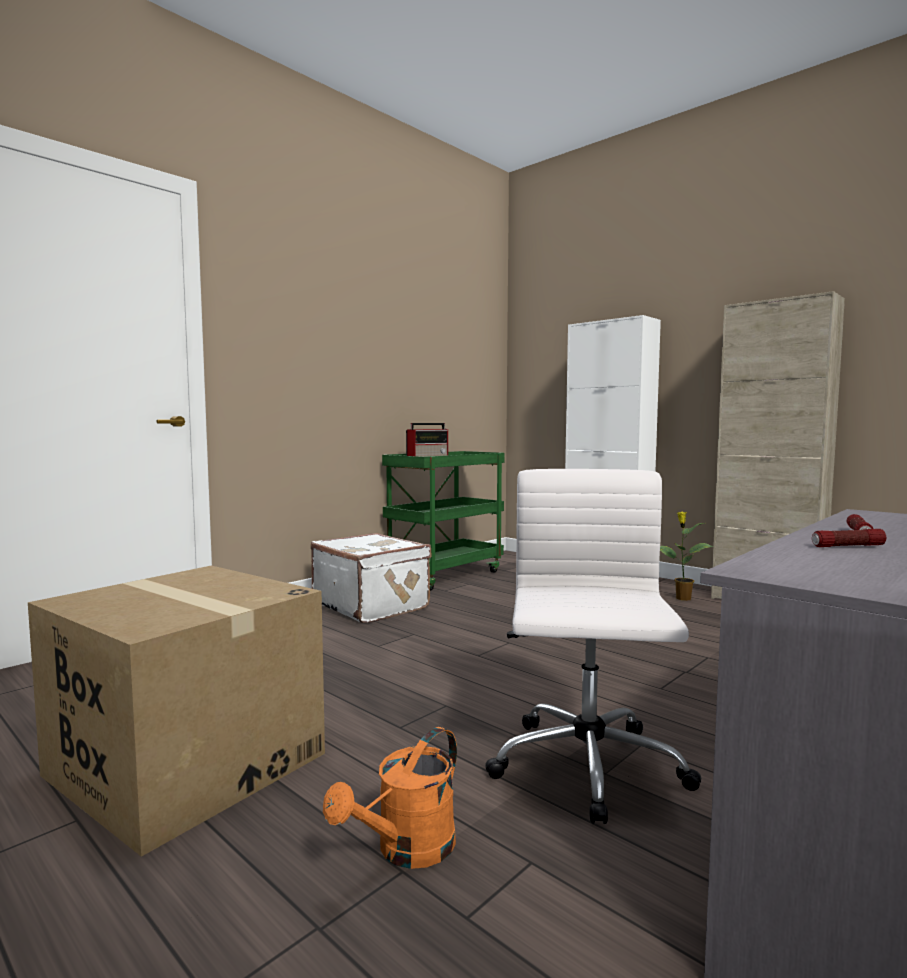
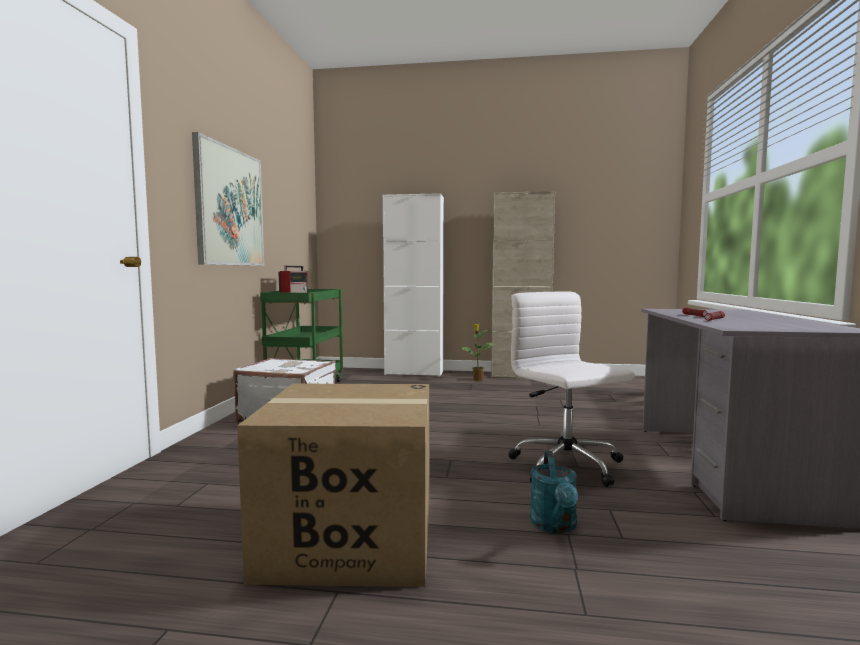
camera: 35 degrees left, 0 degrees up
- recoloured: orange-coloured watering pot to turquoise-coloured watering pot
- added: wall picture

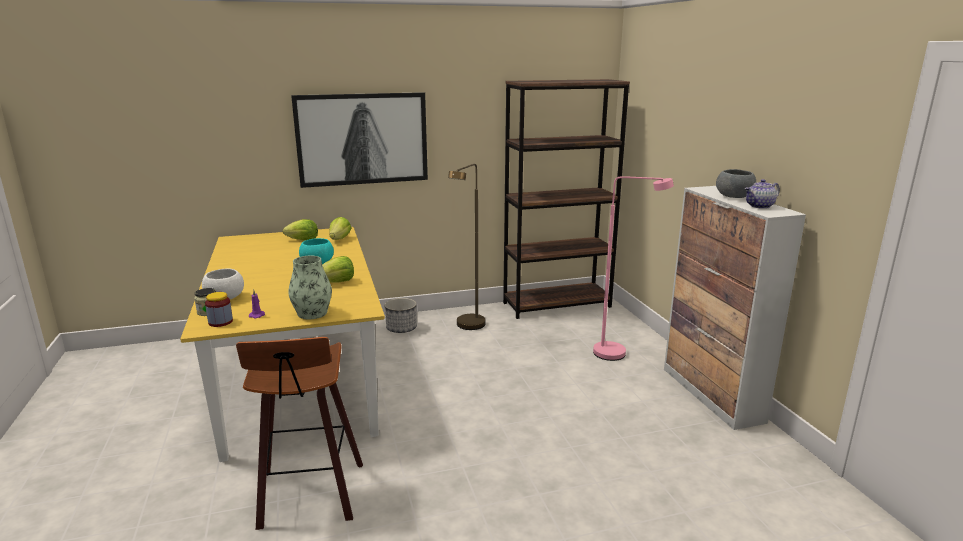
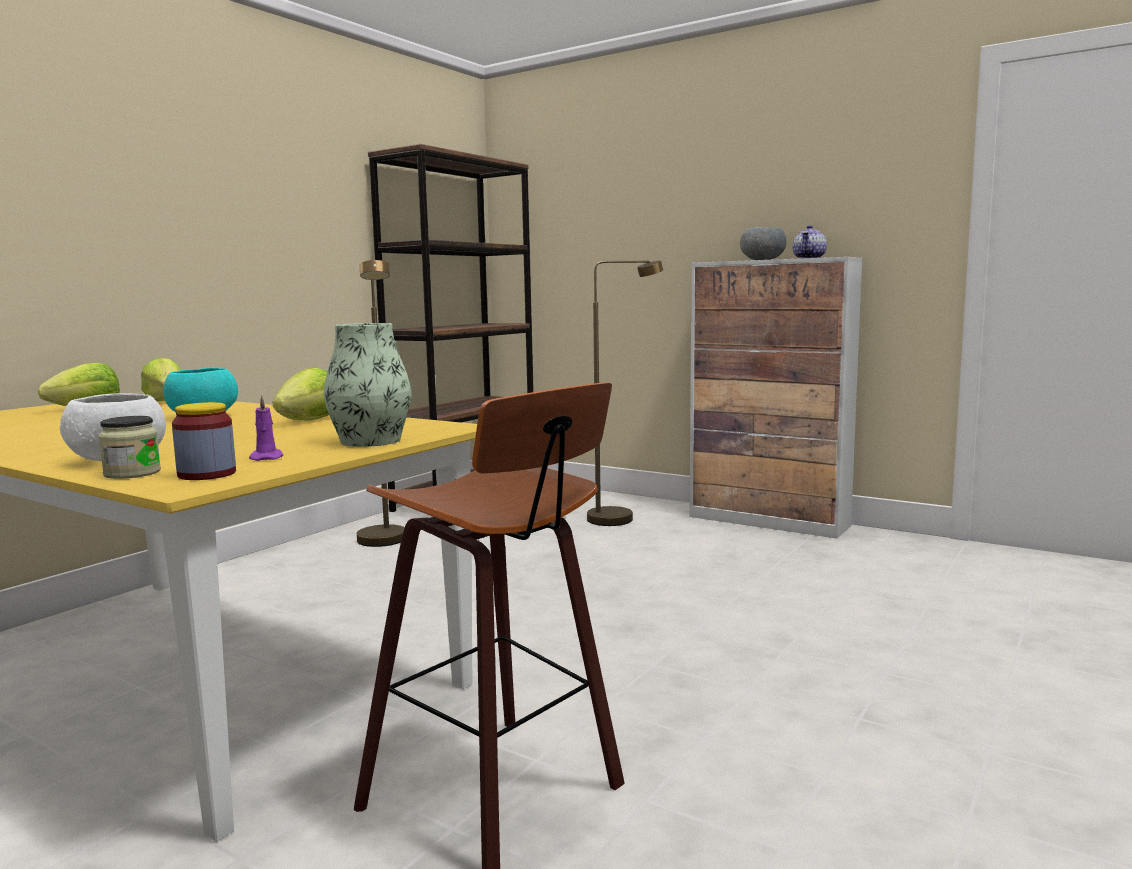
camera: 40 degrees left, 10 degrees down
- removed: wall picture
- removed: plant pot
- recoloured: pink standing lamp to brown standing lamp (2nd from left)

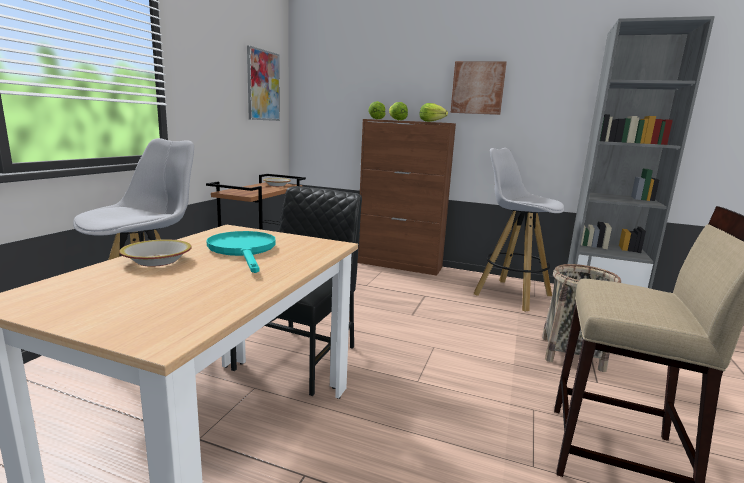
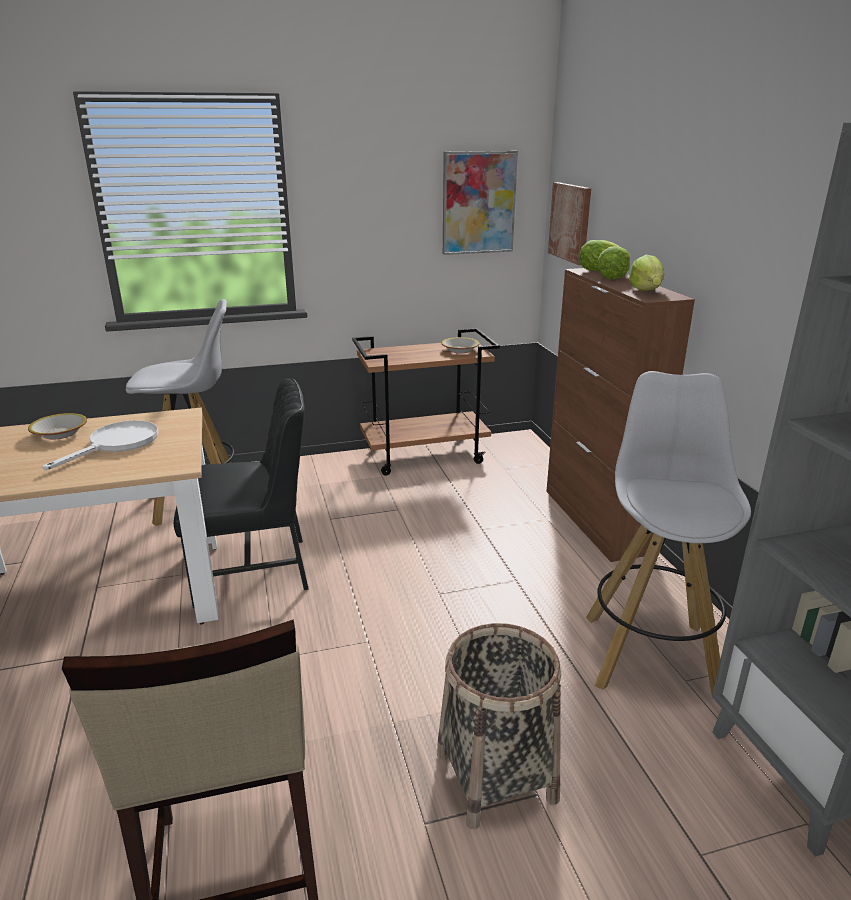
camera: 55 degrees right, 10 degrees up
- recoloured: turquoise-coloured frying pan to whitish frying pan
- moved: wall picture (2nd from left)

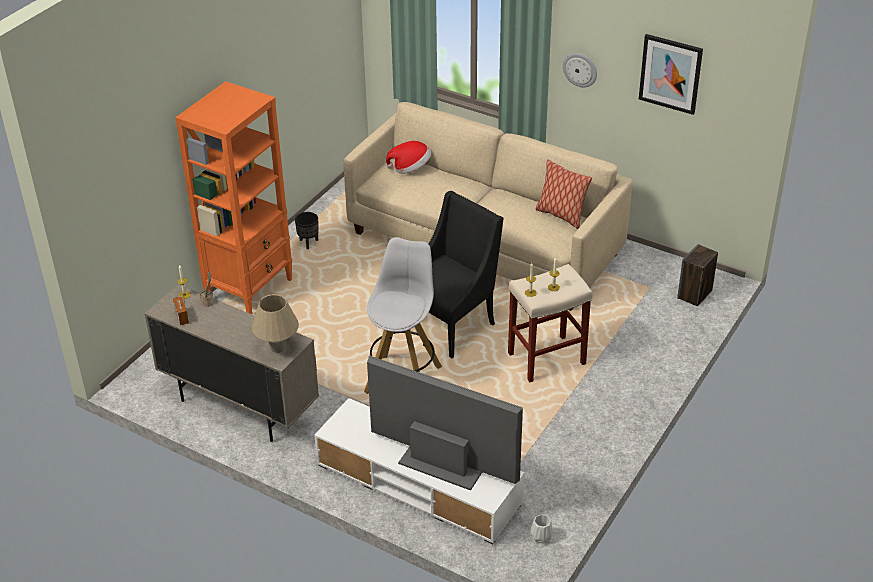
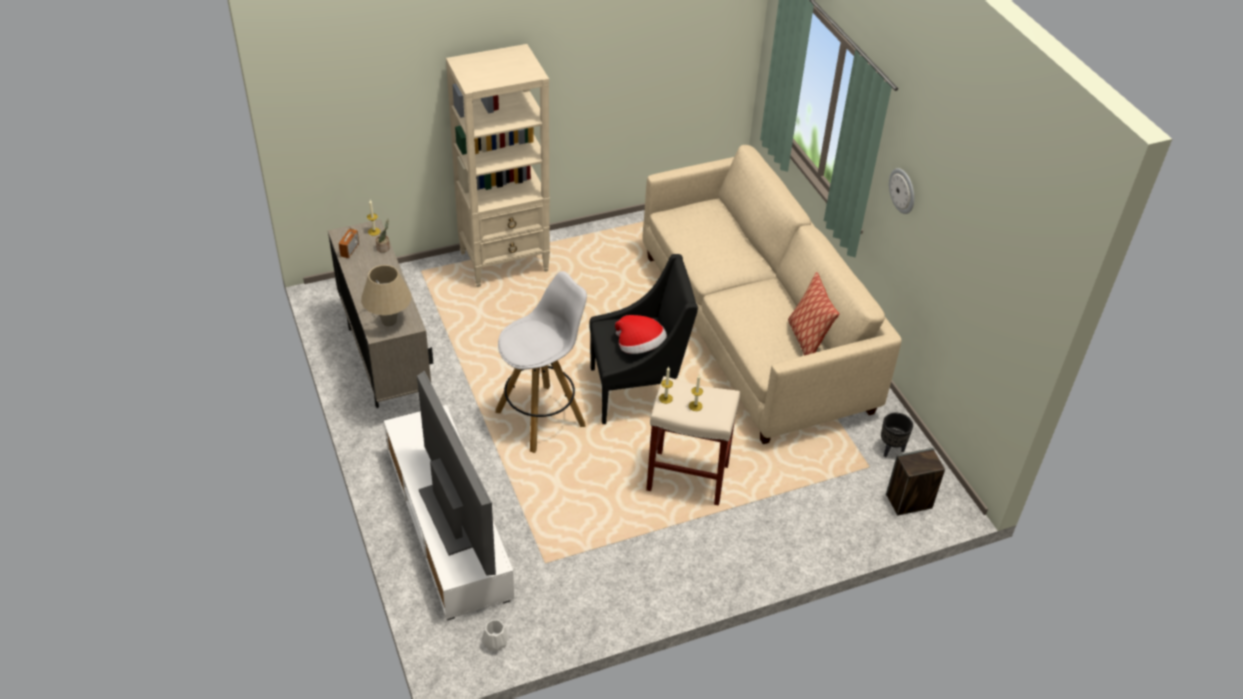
camera: 35 degrees right, 5 degrees up
- recoloured: orange-coloured shelving unit to sand-coloured shelving unit
- moved: blackish plant pot
- moved: wearable hat
- removed: wall picture

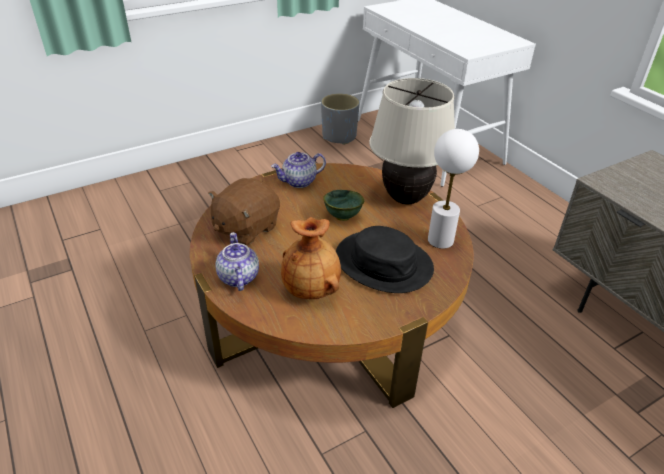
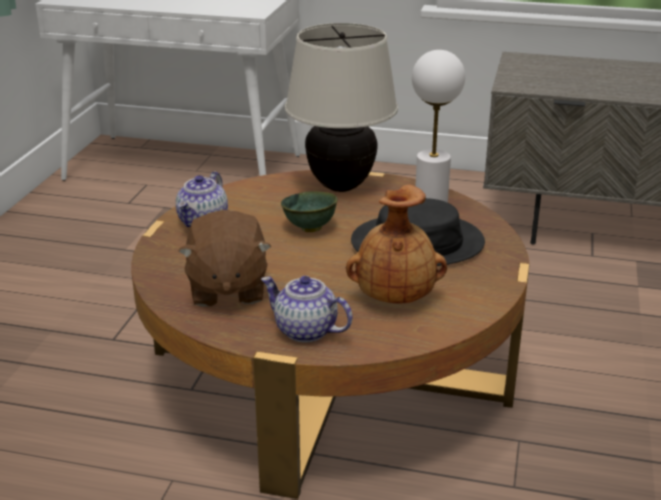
camera: 45 degrees left, 10 degrees down
- removed: gray plant pot

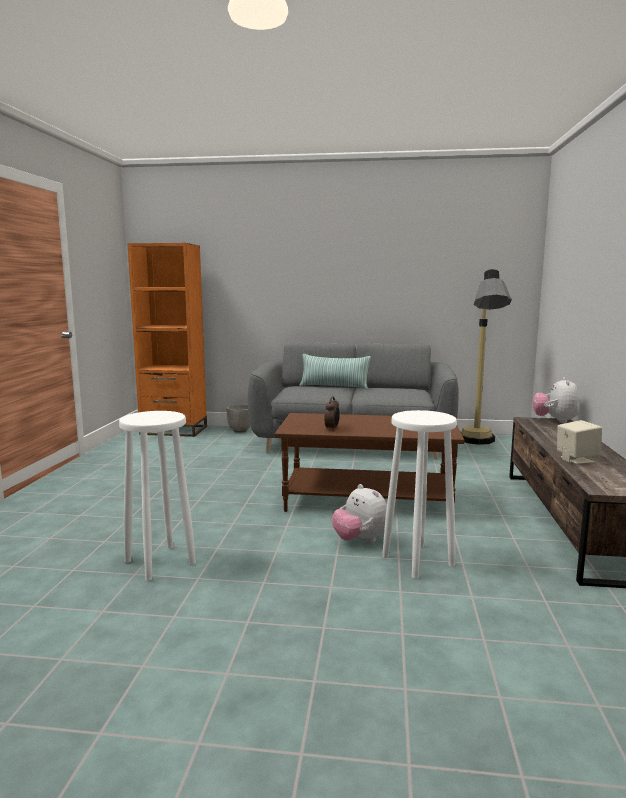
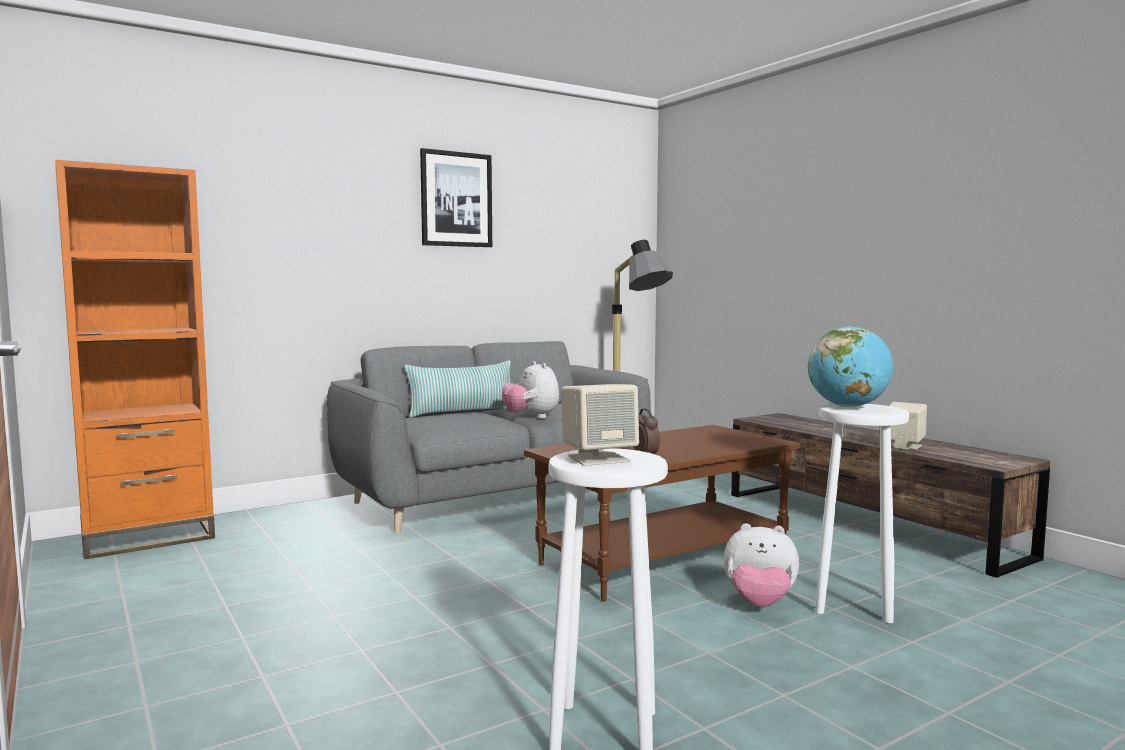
camera: 40 degrees left, 5 degrees down
- removed: plant pot
- moved: soft toy (2nd from left in the first image) to soft toy (1st from left)
- added: wall picture
- added: sand-coloured audio speaker (1st from left)
- added: globe

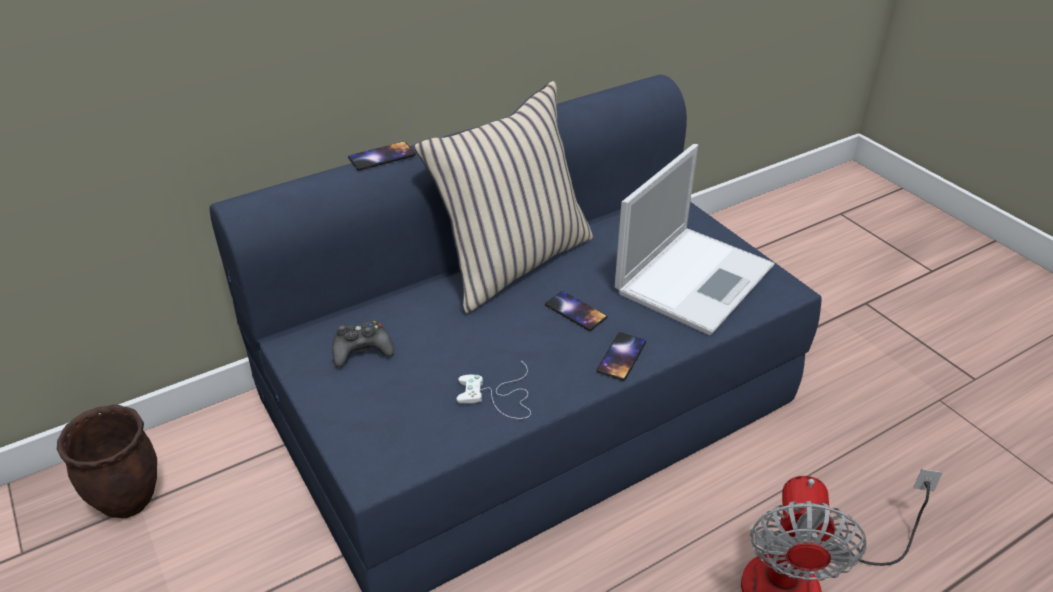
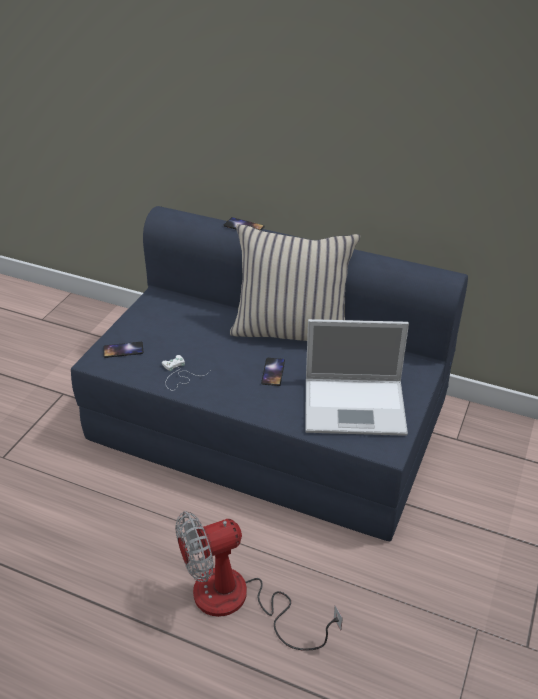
camera: 55 degrees right, 0 degrees up
- removed: brown plant pot
- removed: blackish joypad
- moved: phone (3rd from left in the first image) to phone (1st from left)

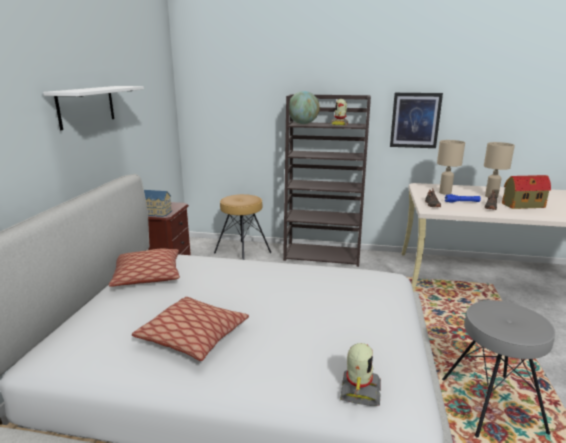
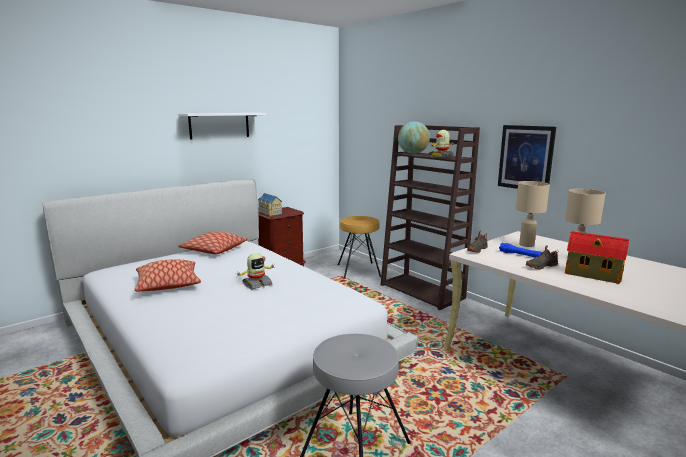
camera: 40 degrees right, 5 degrees down
- moved: toy robot (2nd from left in the first image) to toy robot (1st from left)

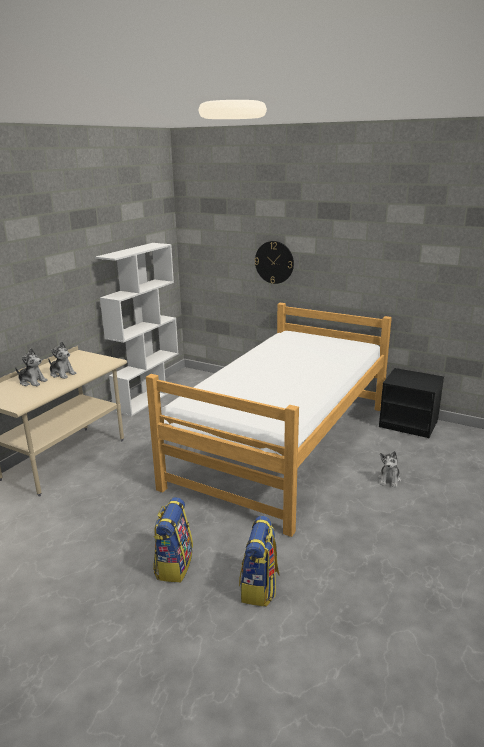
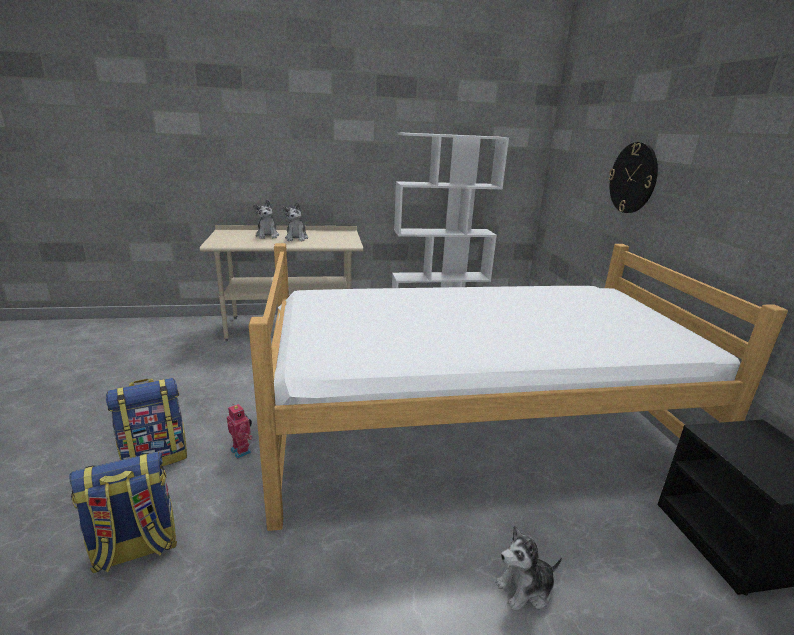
camera: 50 degrees right, 0 degrees up
- added: toy robot

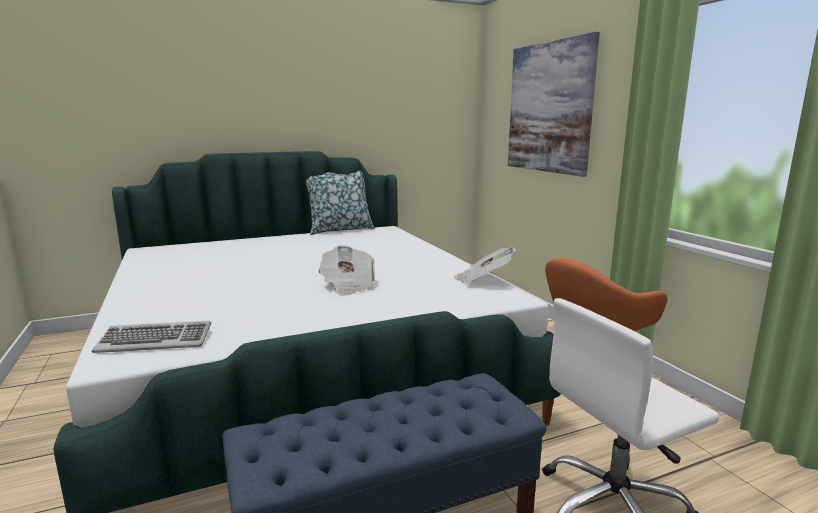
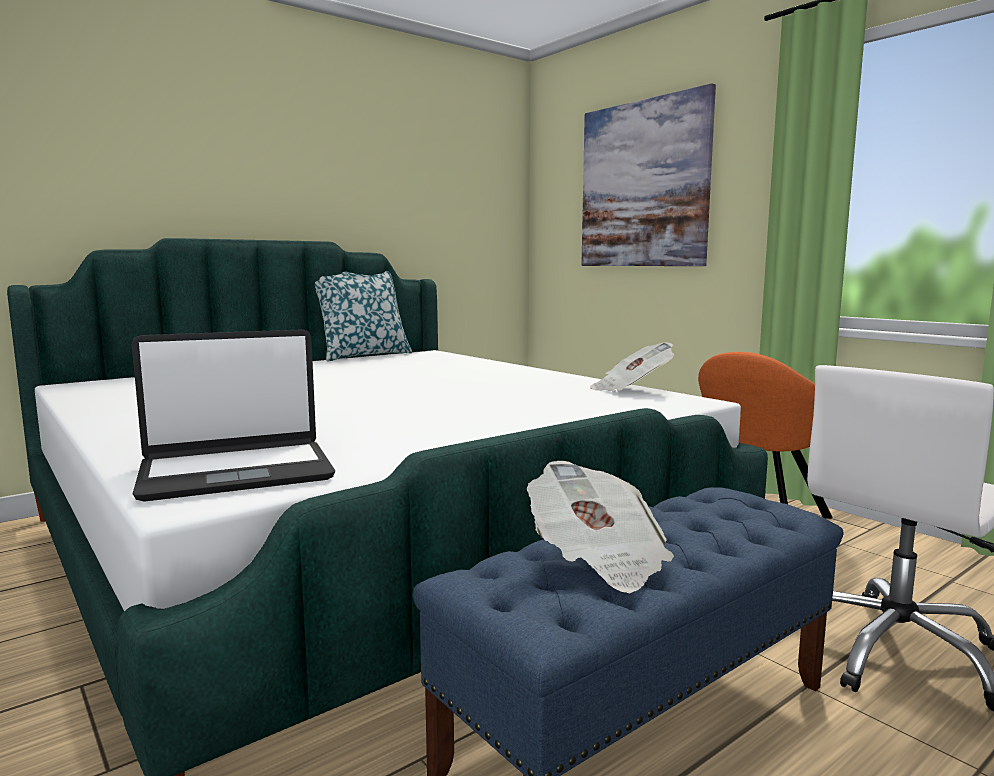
camera: 15 degrees left, 5 degrees down
- replaced: PC keyboard to notebook computer
- moved: daily paper (1st from left)

